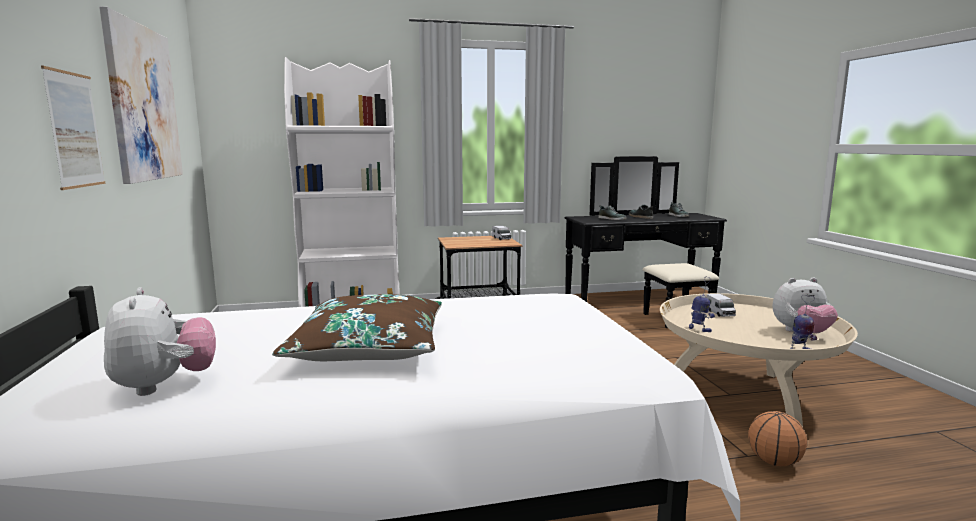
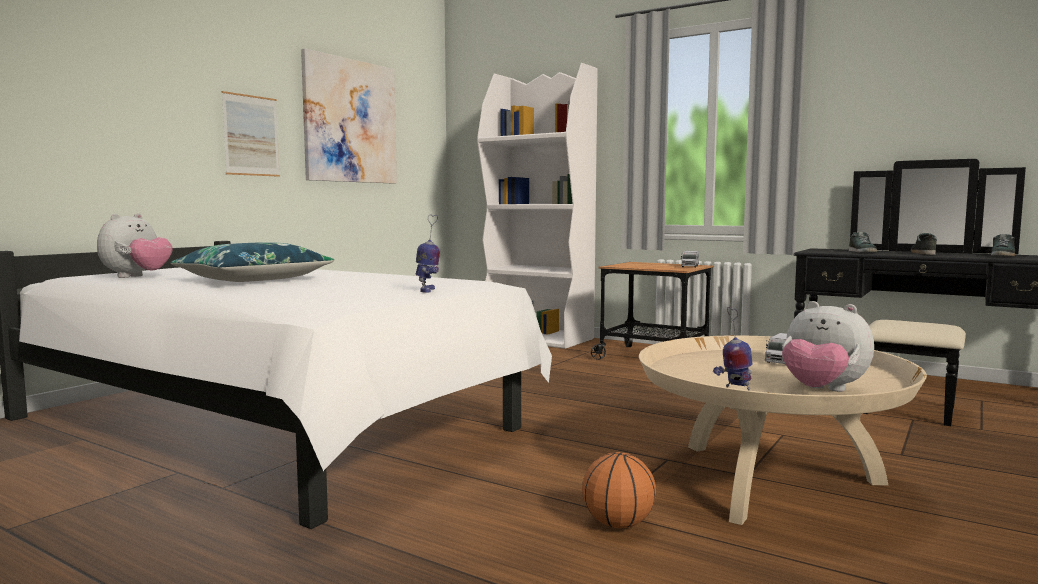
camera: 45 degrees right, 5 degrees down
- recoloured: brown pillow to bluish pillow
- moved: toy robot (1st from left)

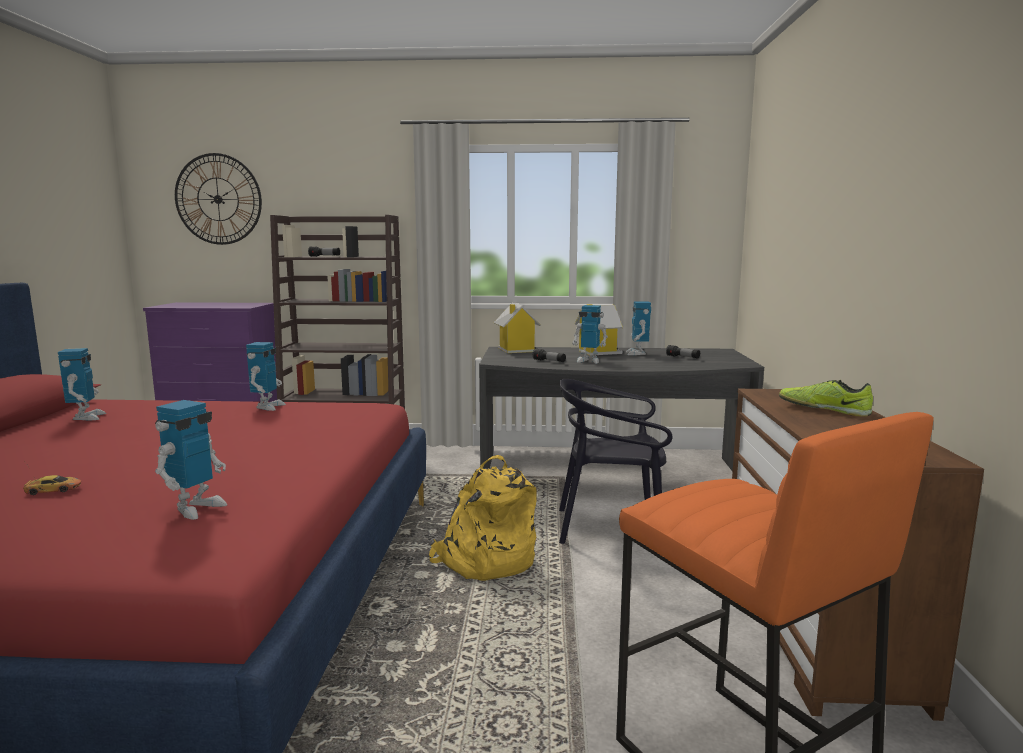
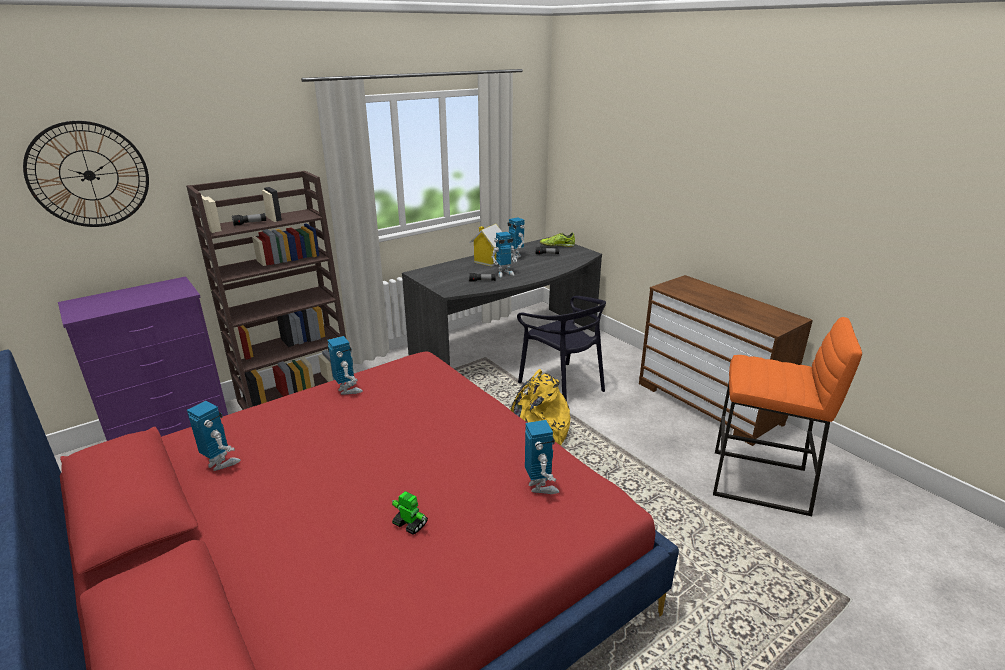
camera: 40 degrees left, 15 degrees up
- replaced: miniature car to toy robot (3rd from left)
- removed: model house (1st from left)
- turned: blackish plain chair 90 degrees counterclockwise
- moved: item of footwear

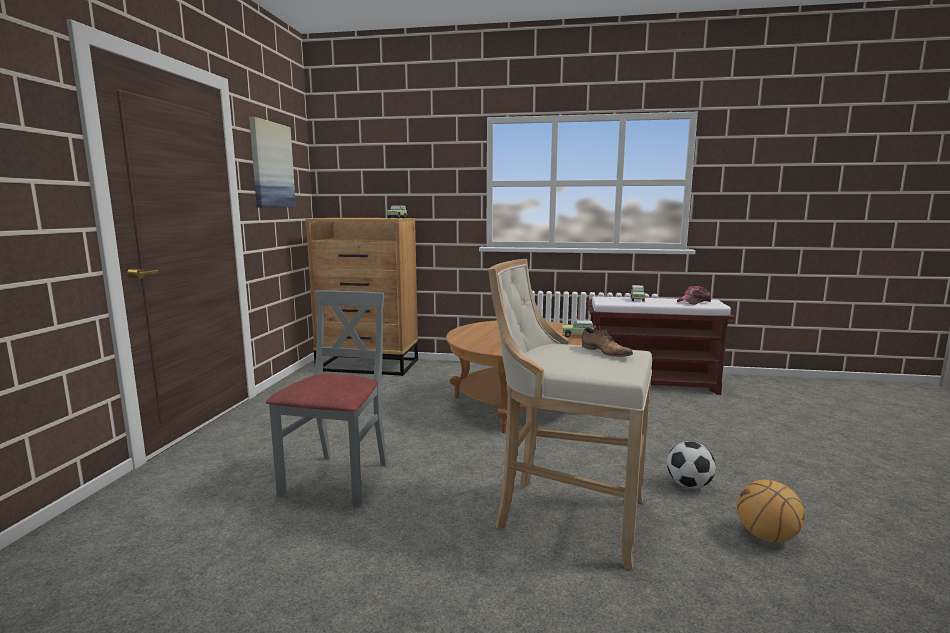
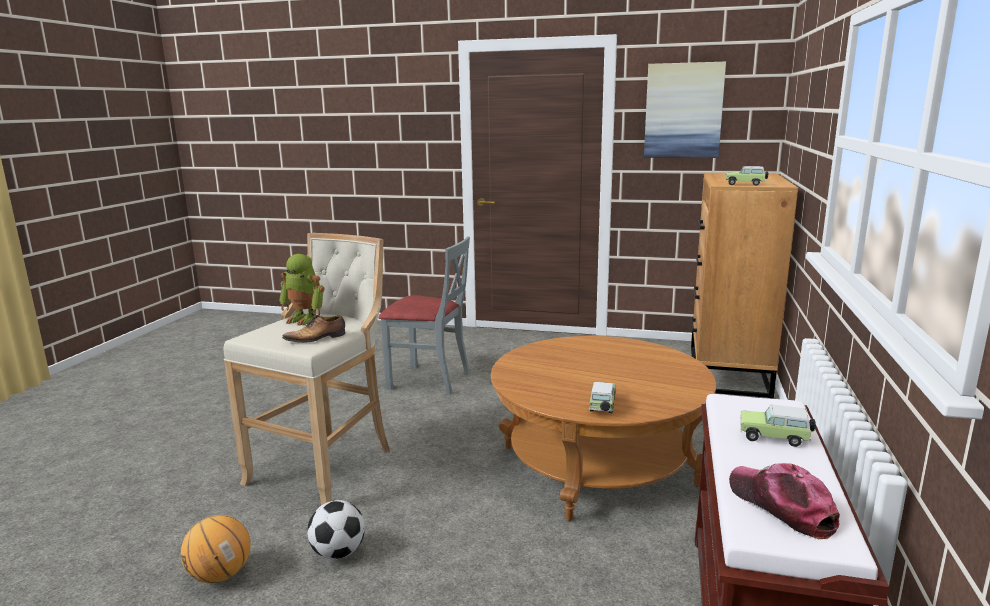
camera: 95 degrees right, 5 degrees up
- added: toy robot

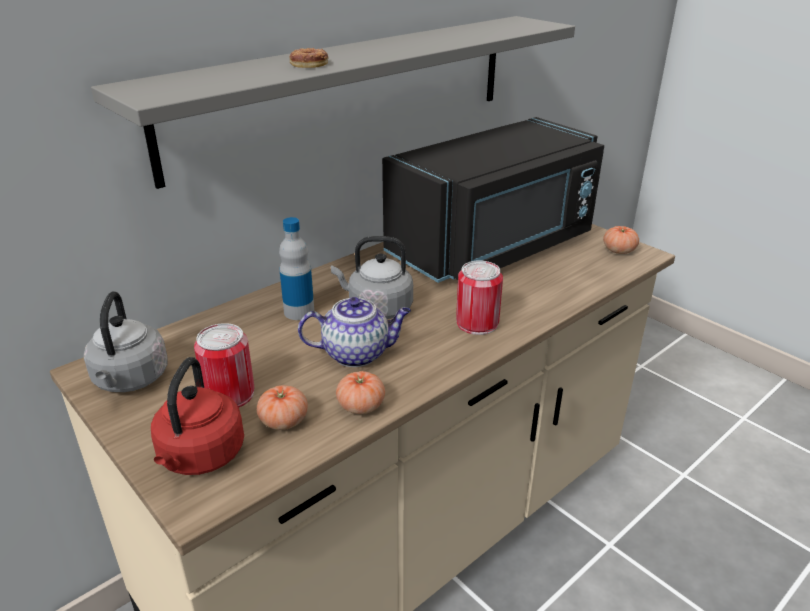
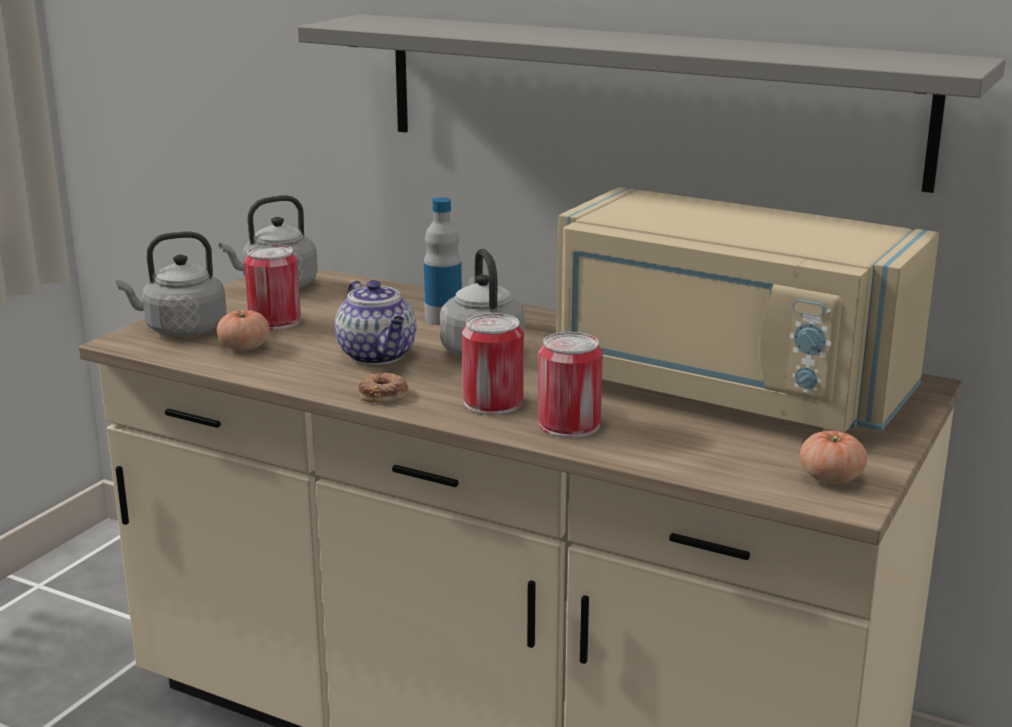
camera: 70 degrees right, 10 degrees down
- recoloured: reddish tea kettle to gray tea kettle (1st from left)
- moved: doughnut
- removed: whole tomato (2nd from left)
- recoloured: blackish kitchen microwave to sand-coloured kitchen microwave
- added: metal can (3rd from left)

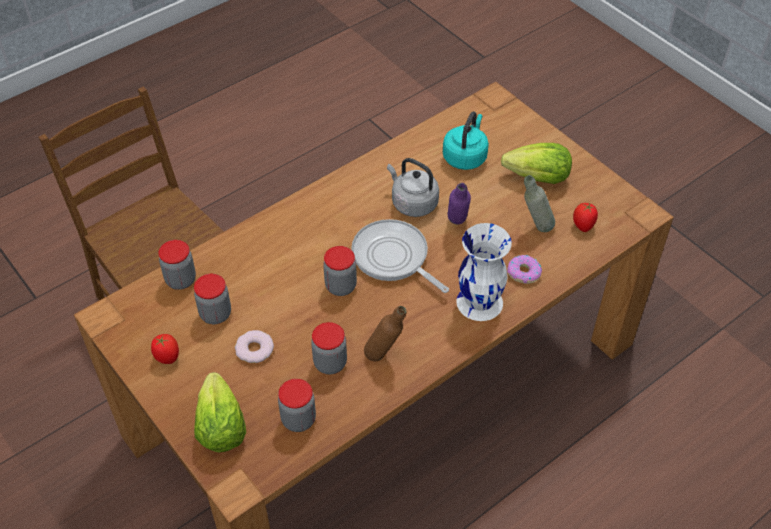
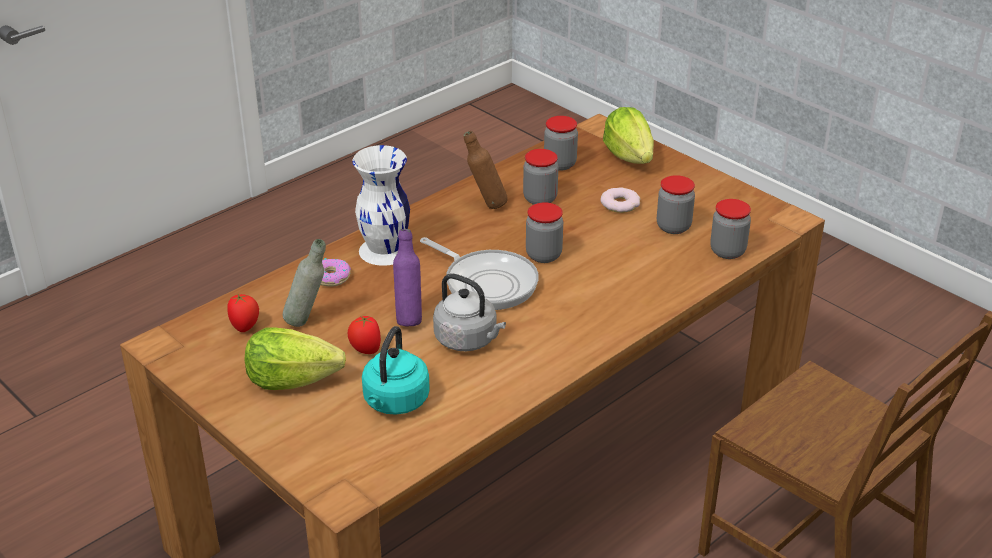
camera: 175 degrees right, 15 degrees down
- moved: whole tomato (1st from left in the first image) to whole tomato (2nd from left)

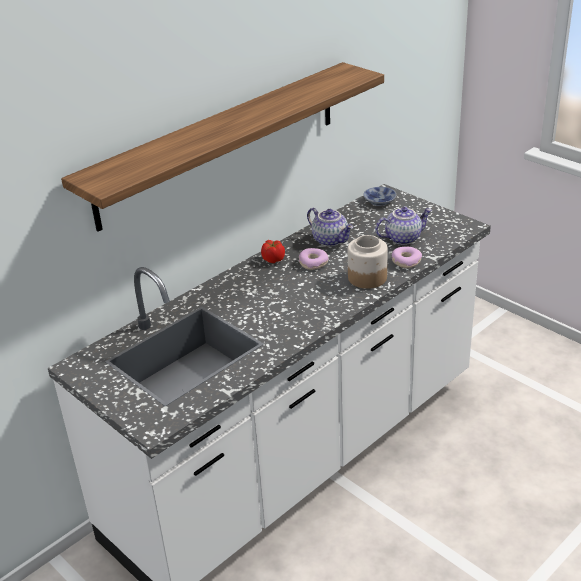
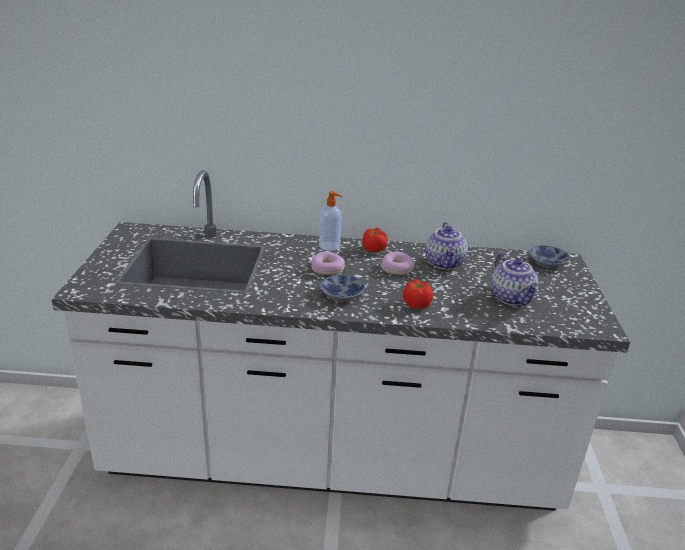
camera: 45 degrees right, 5 degrees down
- removed: wall shelf
- replaced: storage jar to whole tomato (2nd from left)
- turned: teapot (2nd from left) 45 degrees clockwise
- moved: doughnut (2nd from left in the first image) to doughnut (1st from left)
- added: soap bottle
- added: bowl (1st from left)

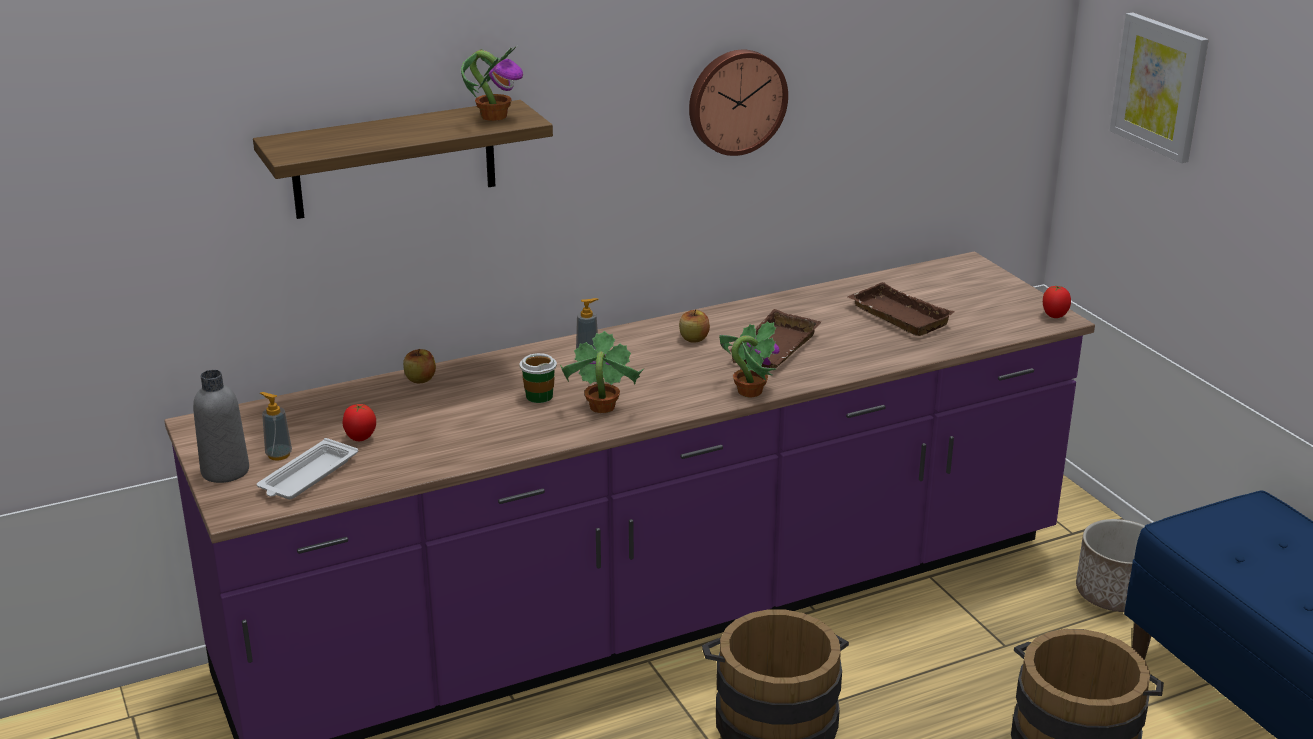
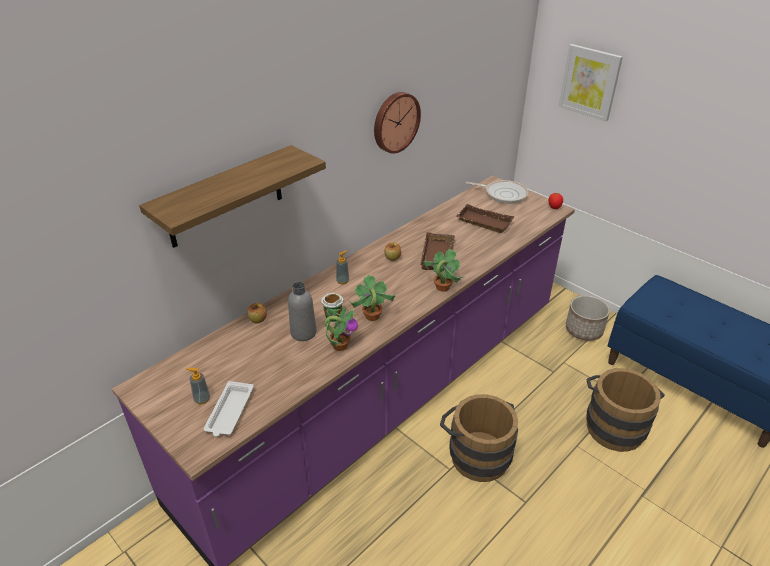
camera: 20 degrees left, 10 degrees up
- moved: gray drink bottle
- removed: whole tomato (1st from left)
- moved: houseplant (1st from left)
- added: frying pan

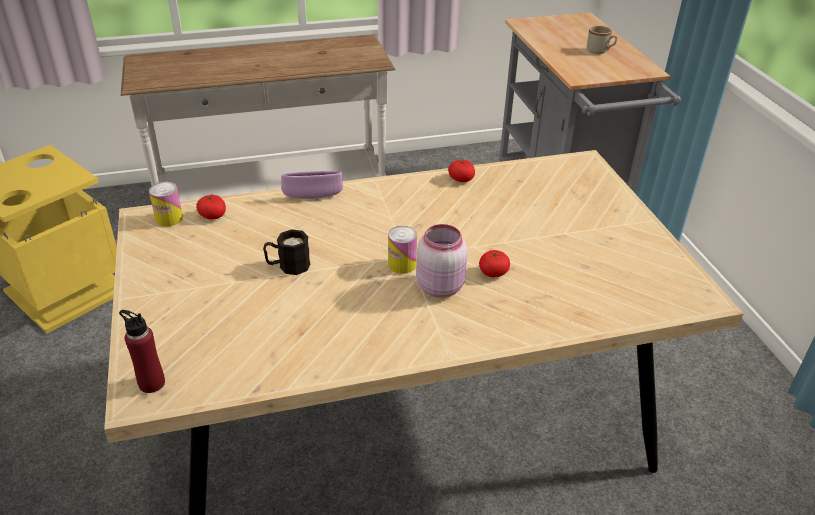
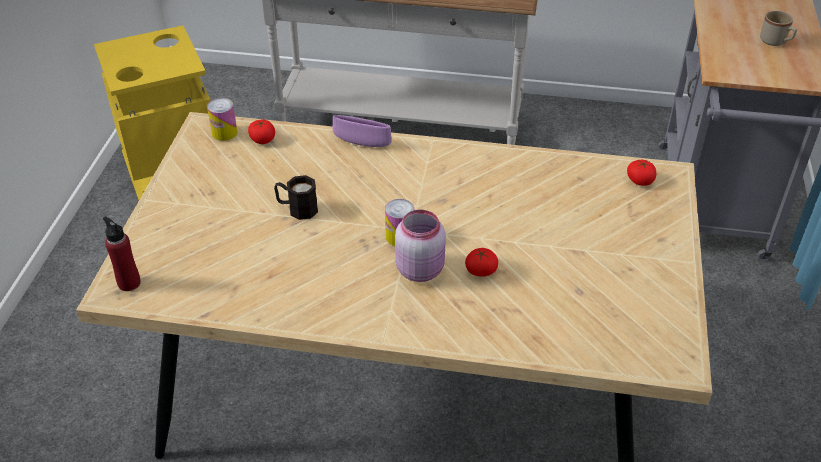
camera: 25 degrees right, 5 degrees up
- moved: whole tomato (2nd from left in the first image) to whole tomato (3rd from left)

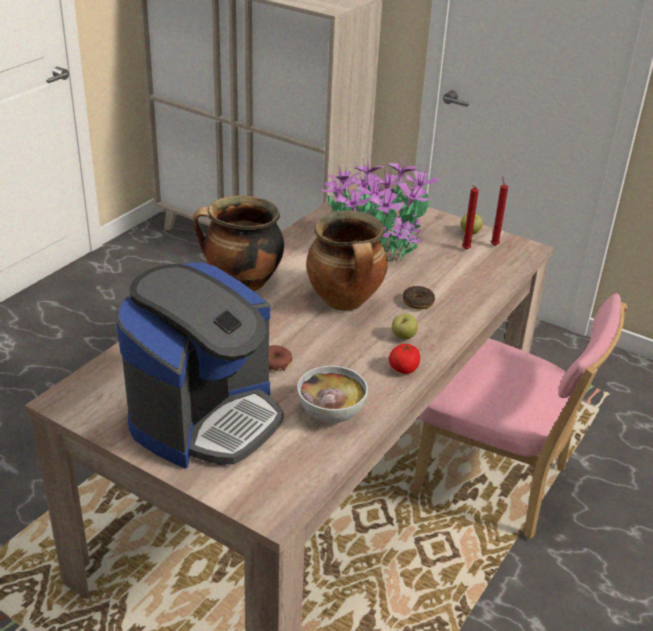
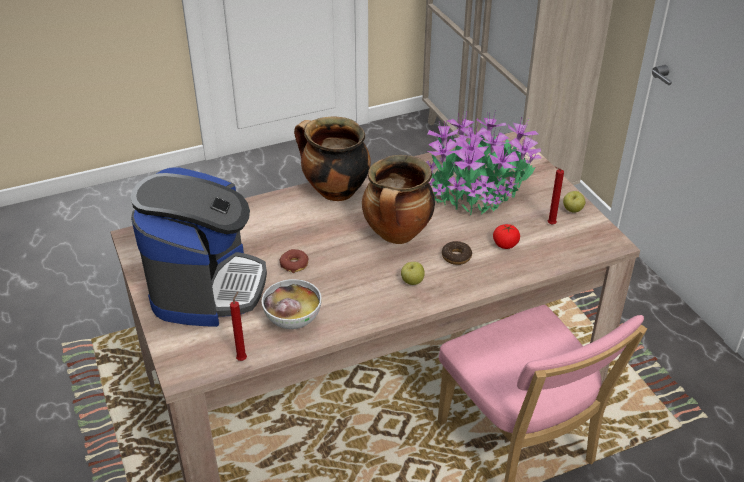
camera: 35 degrees right, 5 degrees up
- turned: coffee maker 60 degrees counterclockwise
- moved: whole tomato
- moved: reddish candle (2nd from left in the first image) to reddish candle (1st from left)

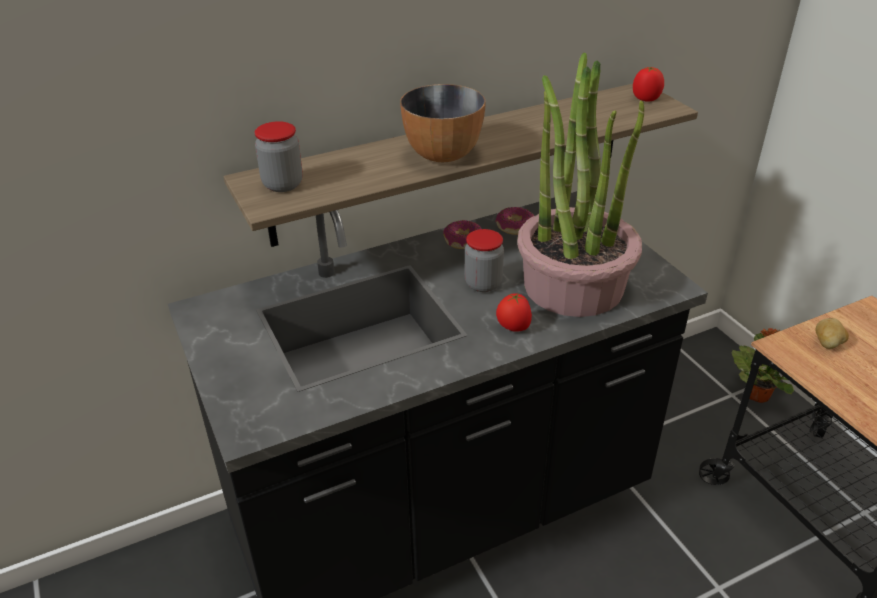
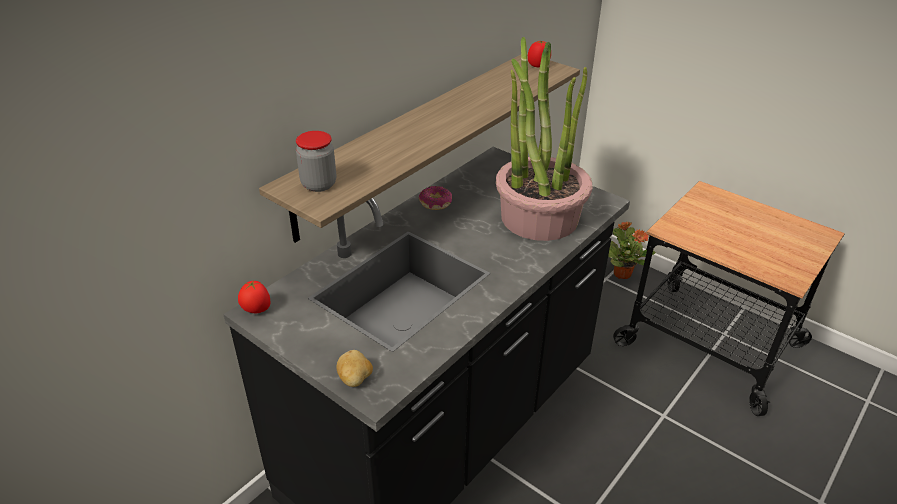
camera: 25 degrees left, 0 degrees up
- removed: bowl
- removed: storage jar (2nd from left)
- removed: doughnut (2nd from left)
- moved: whole tomato (1st from left)
- moved: whole potato

